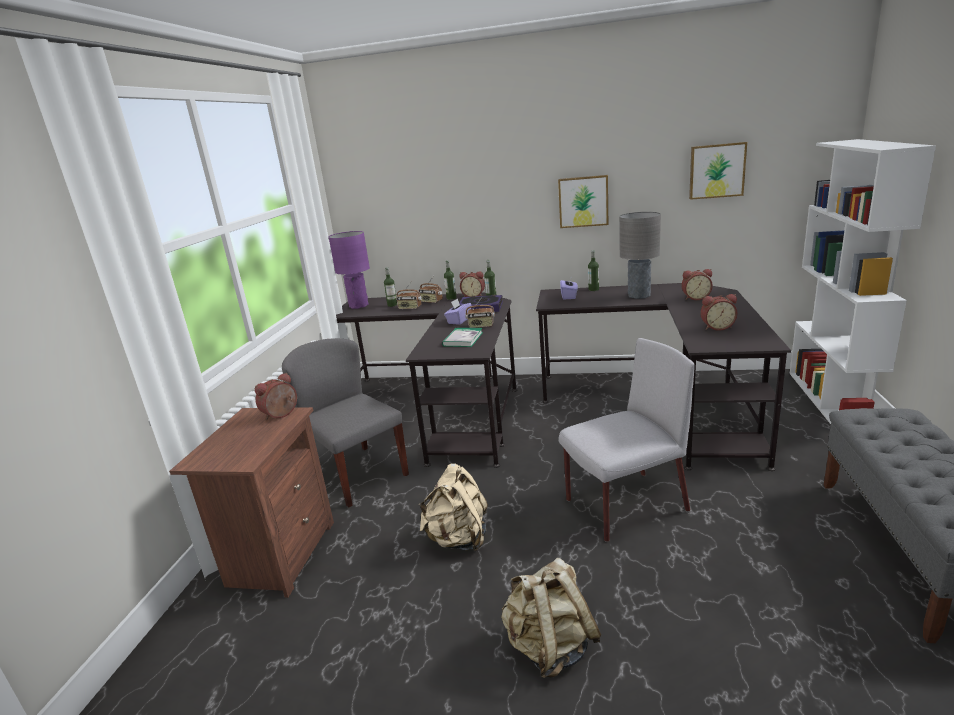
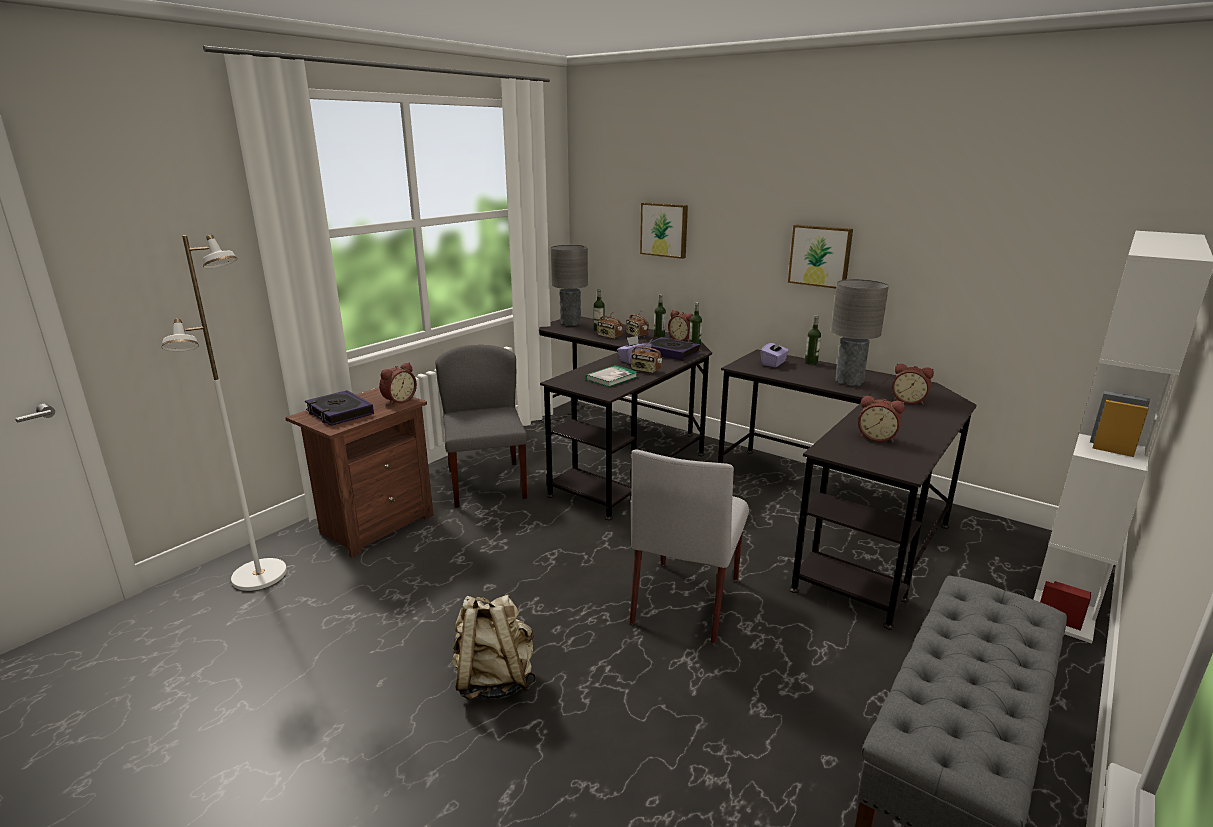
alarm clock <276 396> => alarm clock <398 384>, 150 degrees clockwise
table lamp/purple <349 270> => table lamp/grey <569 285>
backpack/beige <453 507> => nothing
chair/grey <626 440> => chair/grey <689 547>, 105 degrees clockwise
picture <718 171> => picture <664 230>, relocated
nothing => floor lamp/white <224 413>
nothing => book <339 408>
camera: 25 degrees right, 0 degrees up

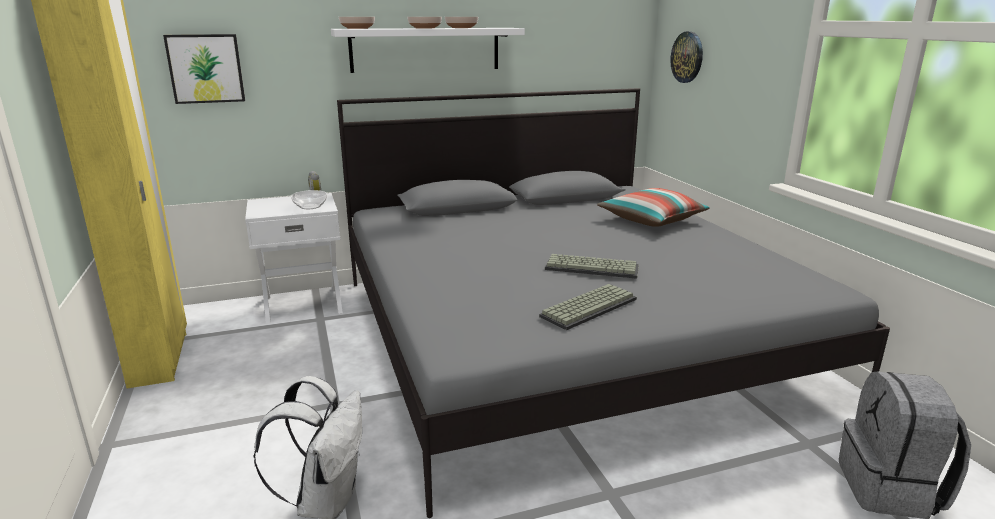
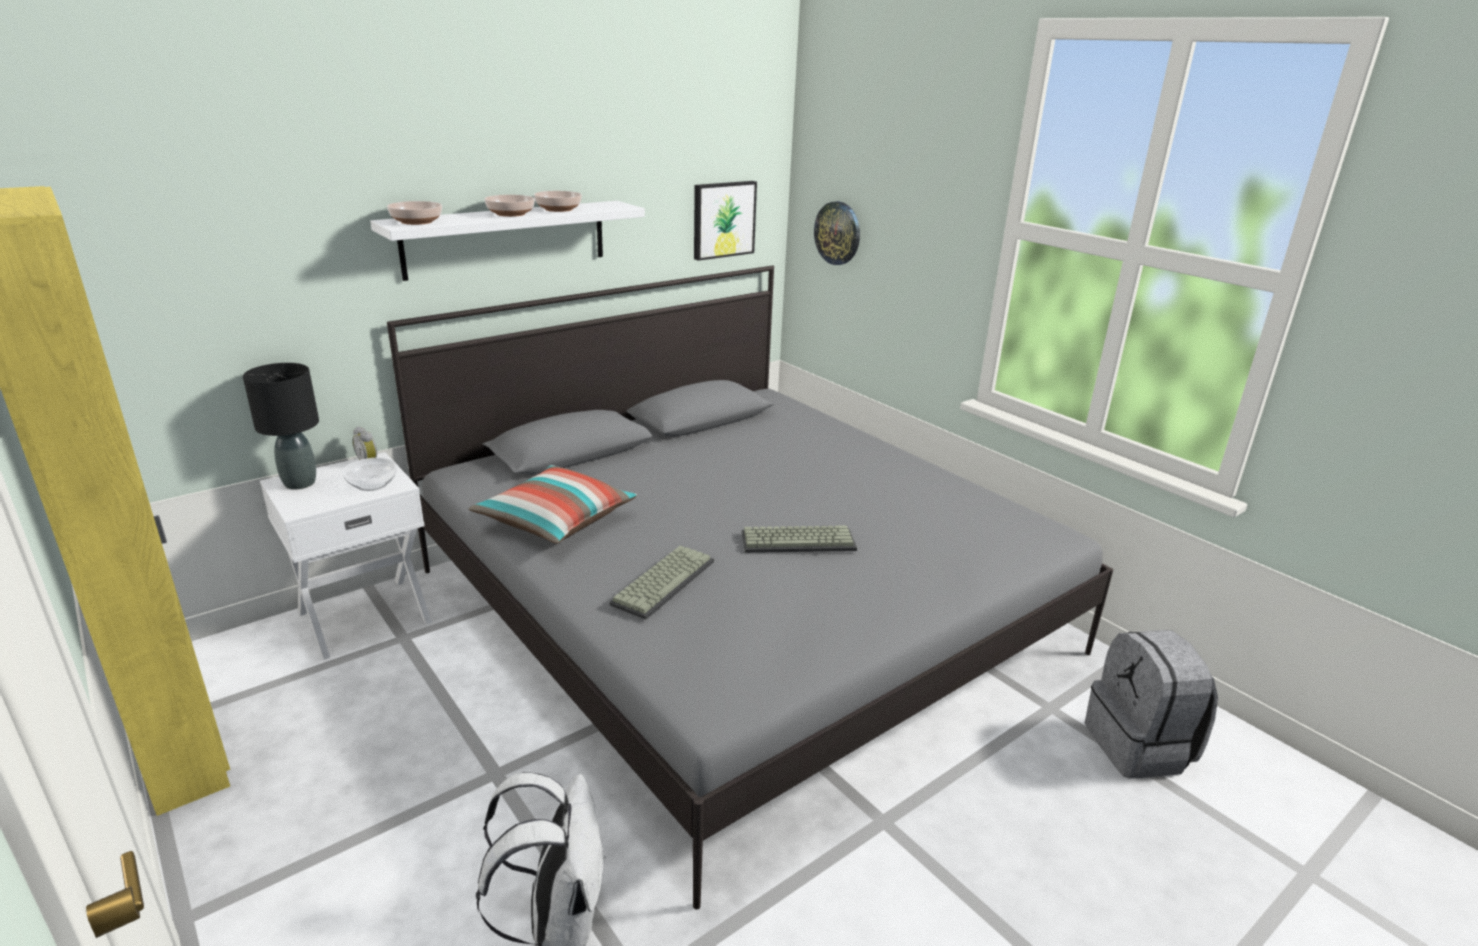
picture <204 69> => picture <725 221>, relocated
keyboard <588 307> => keyboard <662 582>, relocated
pillow <653 207> => pillow <553 504>, relocated
nothing => table lamp/black <281 426>
camera: 20 degrees left, 5 degrees up

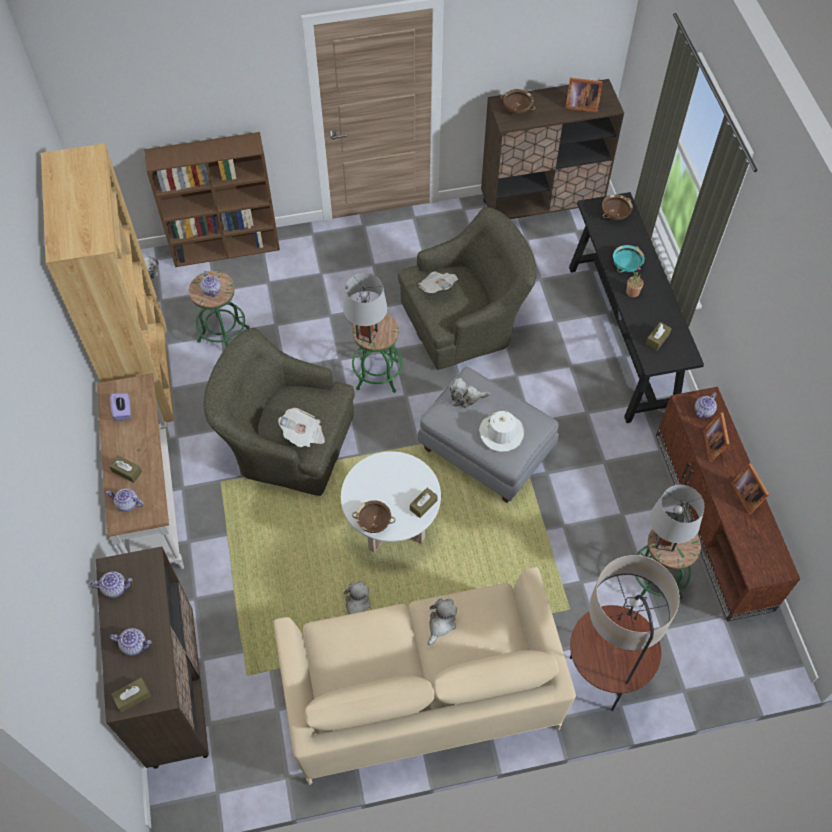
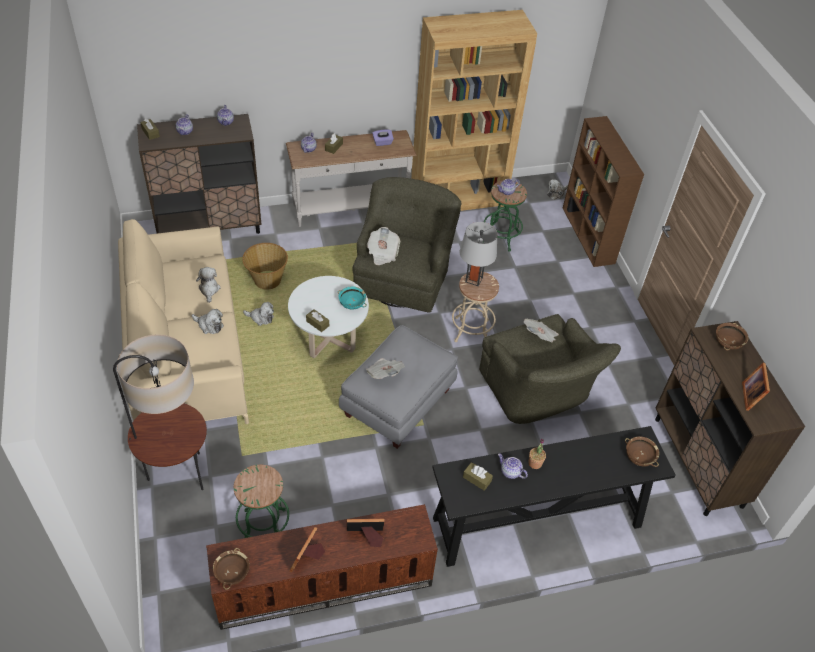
stool/green <377 353> => stool/beige <475 306>
bowl/brown <374 516> => bowl/brown <231 569>, relocated
plush toy <469 393> => plush toy <208 285>, relocated
hat/white <501 431> => newspaper <385 368>
bowl/turquoise <629 259> => bowl/turquoise <352 297>, relocated
table lamp/grey <677 518> => nothing
teapot <706 405> => teapot <513 466>, relocated
picture frame <750 489> => picture frame <307 550>, 45 degrees counterclockwise
nothing => basket <265 266>
camera: 85 degrees right, 10 degrees down

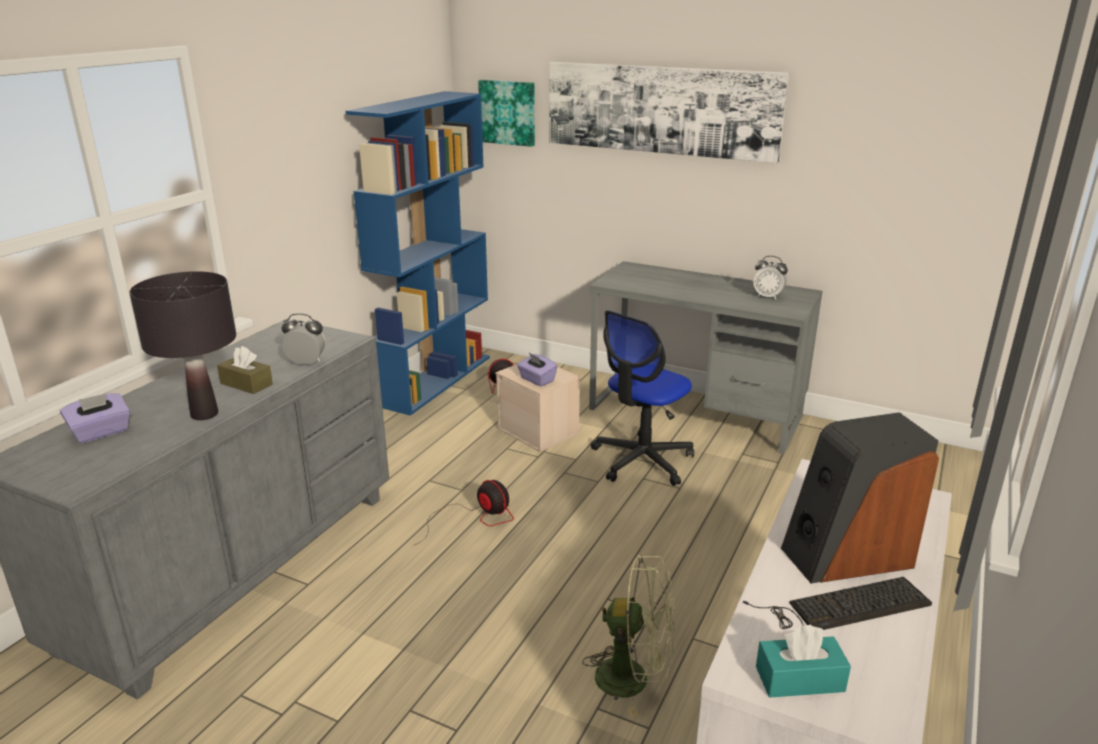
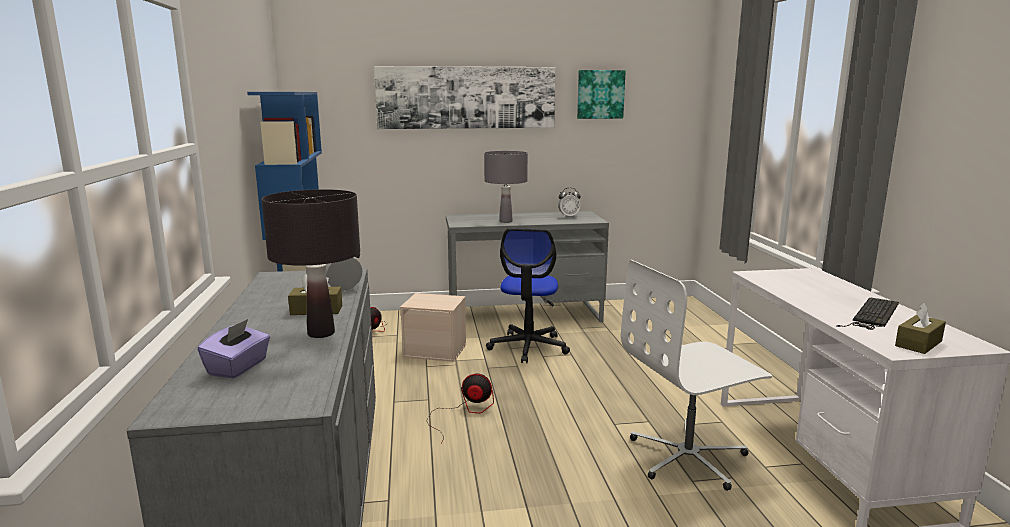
picture <506 113> => picture <601 94>, relocated
tissue box/purple <537 369> => nothing
fan/green <628 636> => office chair/white <696 375>
tissue box/turquoise <803 661> => tissue box/brown <920 328>
speaker <860 498> => nothing
nothing => table lamp/grey <506 187>
camera: 35 degrees left, 10 degrees down

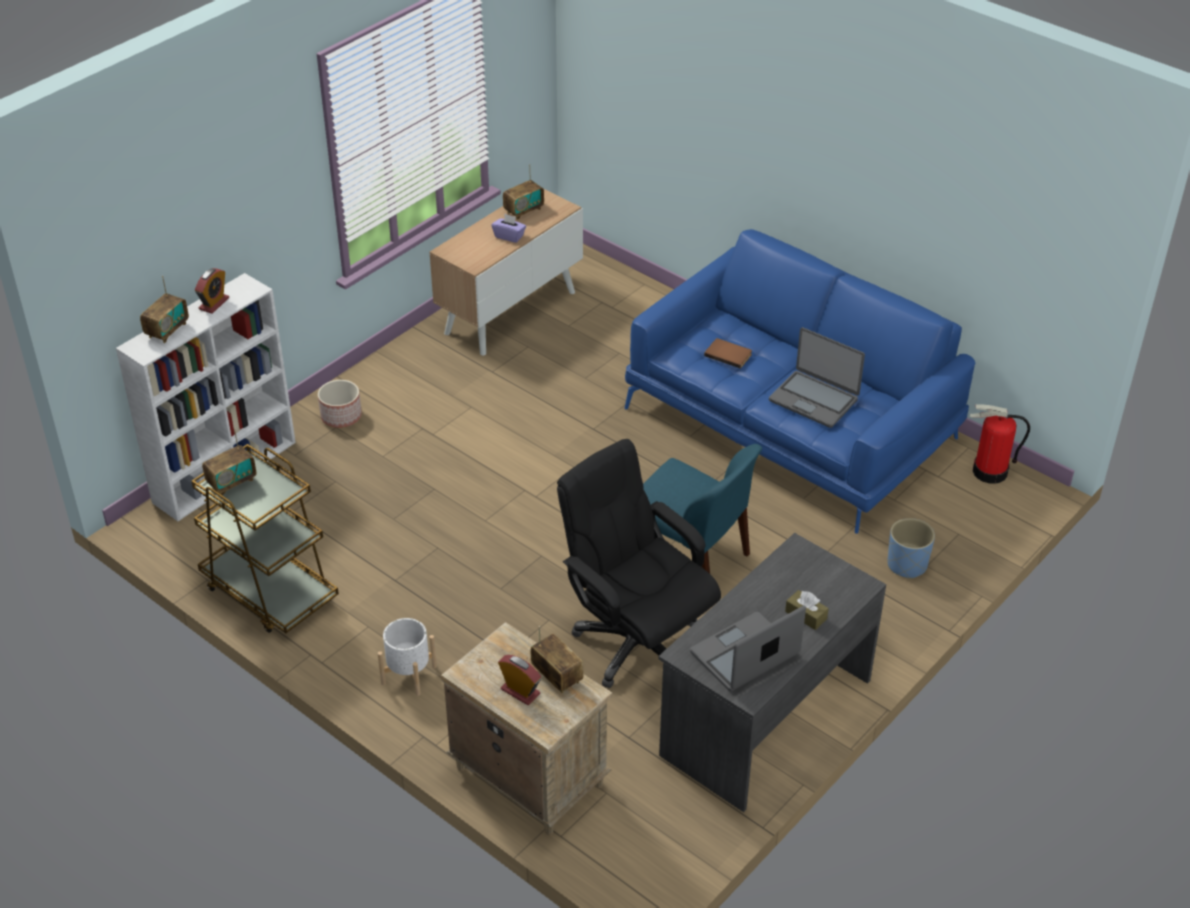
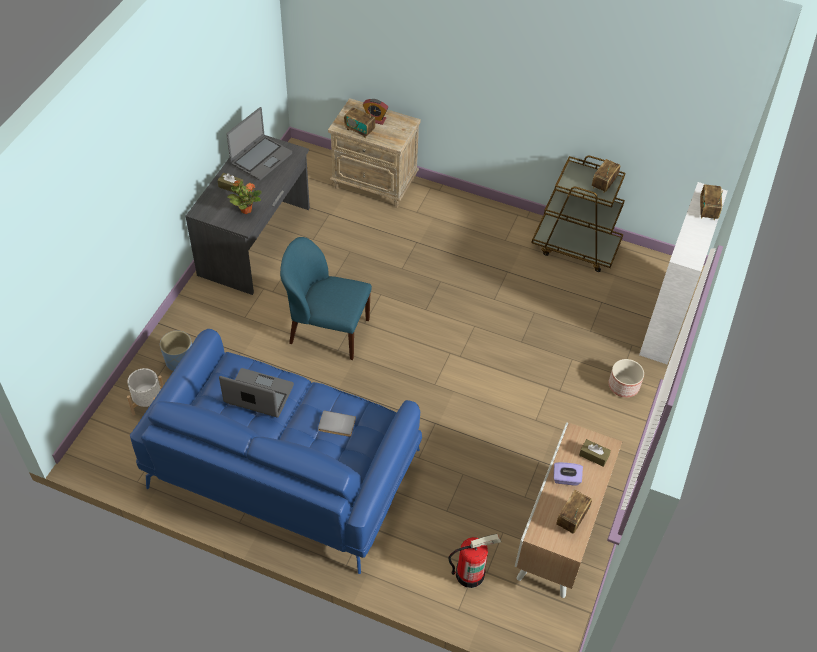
alarm clock <212 291> => nothing
planter/white <407 657> => planter/white <145 392>, relocated
office chair/black <639 563> => nothing
book/brown <728 353> => book/grey <337 423>
fire extinguisher <1000 444> => fire extinguisher <474 561>, relocated
nothing => potted plant <244 197>
nothing => tissue box/brown <595 453>
camera: 160 degrees right, 10 degrees up

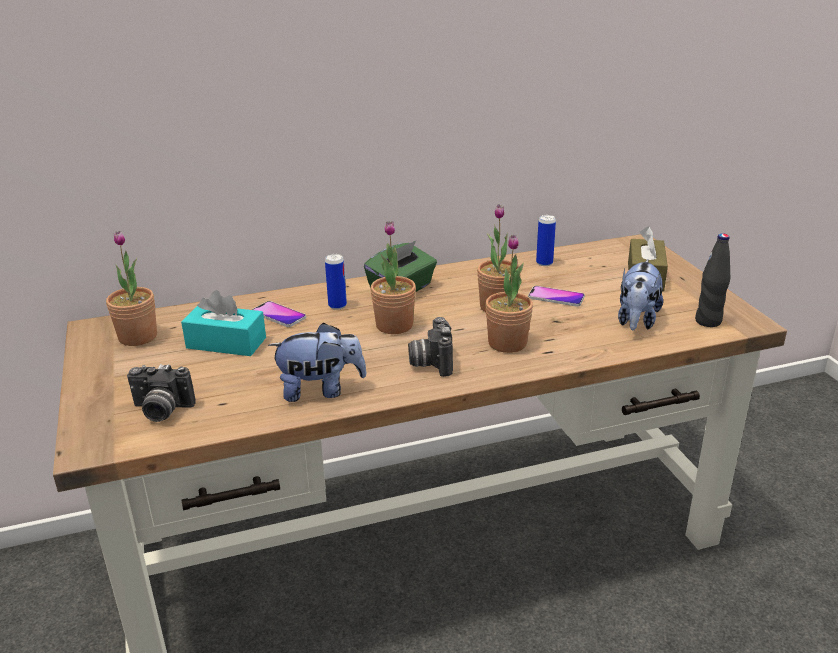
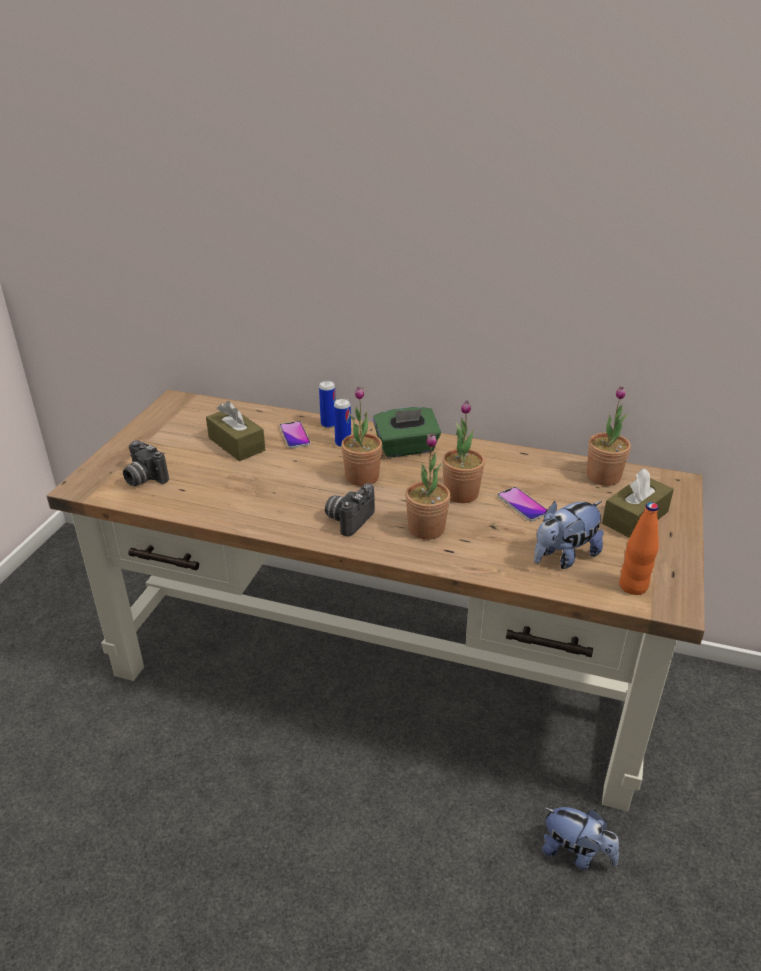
potted plant <131 288> => potted plant <609 436>, relocated
tissue box/turquoise <223 323> => tissue box/brown <235 431>
plush toy <317 362> => plush toy <580 838>, relocated
can <546 240> => can <327 404>, relocated
bottle/black <712 280> => bottle/orange <639 548>
camera: 35 degrees right, 5 degrees up

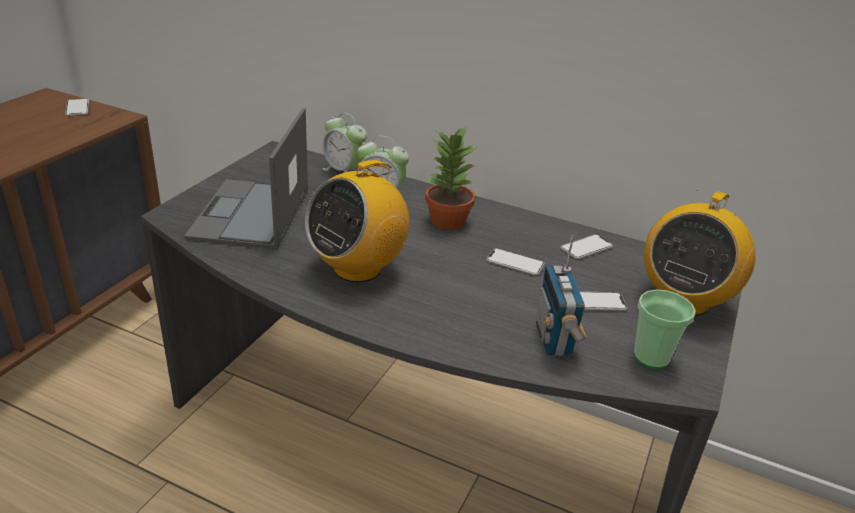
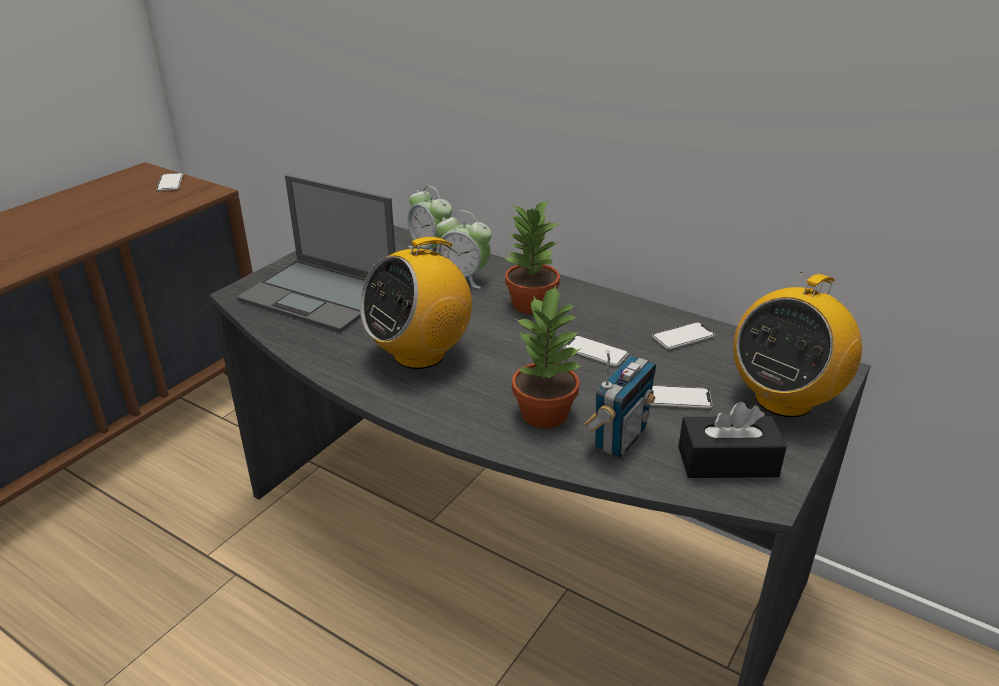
laptop <246 178> => laptop <316 254>, 75 degrees counterclockwise
radio <561 295> => radio <620 403>, 150 degrees counterclockwise
cup <665 329> => tissue box/black <732 440>
nothing => potted plant <547 356>
camera: 10 degrees right, 0 degrees up

